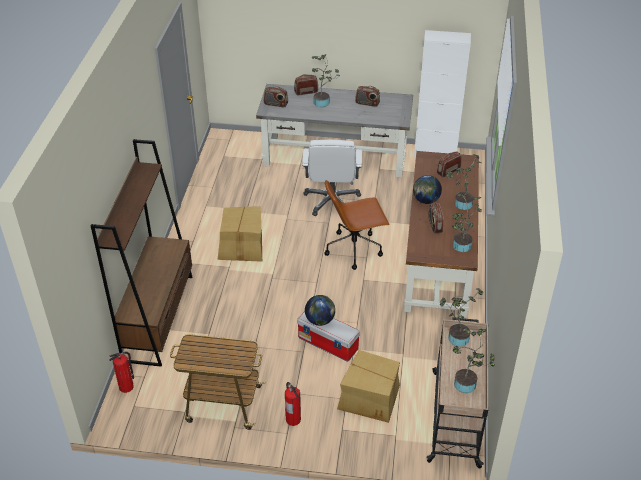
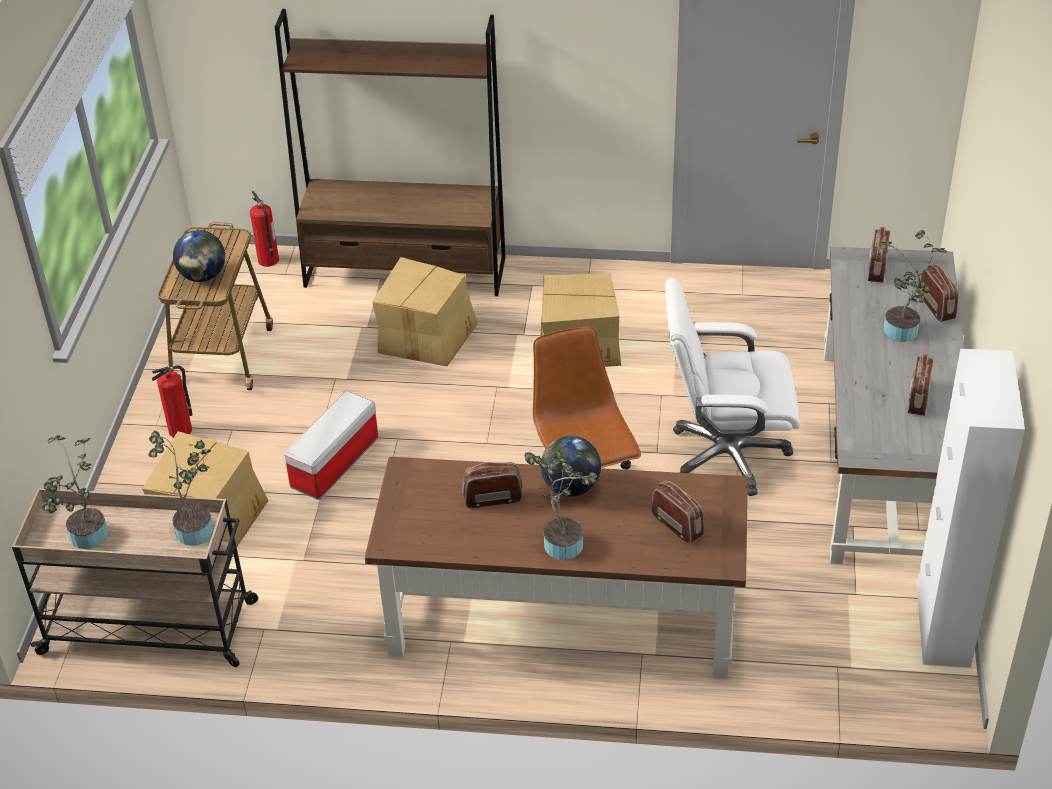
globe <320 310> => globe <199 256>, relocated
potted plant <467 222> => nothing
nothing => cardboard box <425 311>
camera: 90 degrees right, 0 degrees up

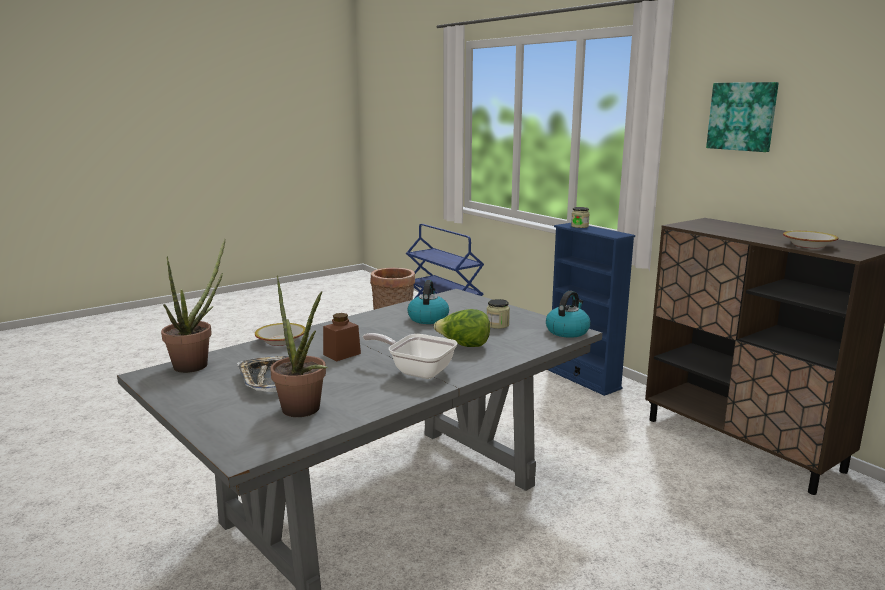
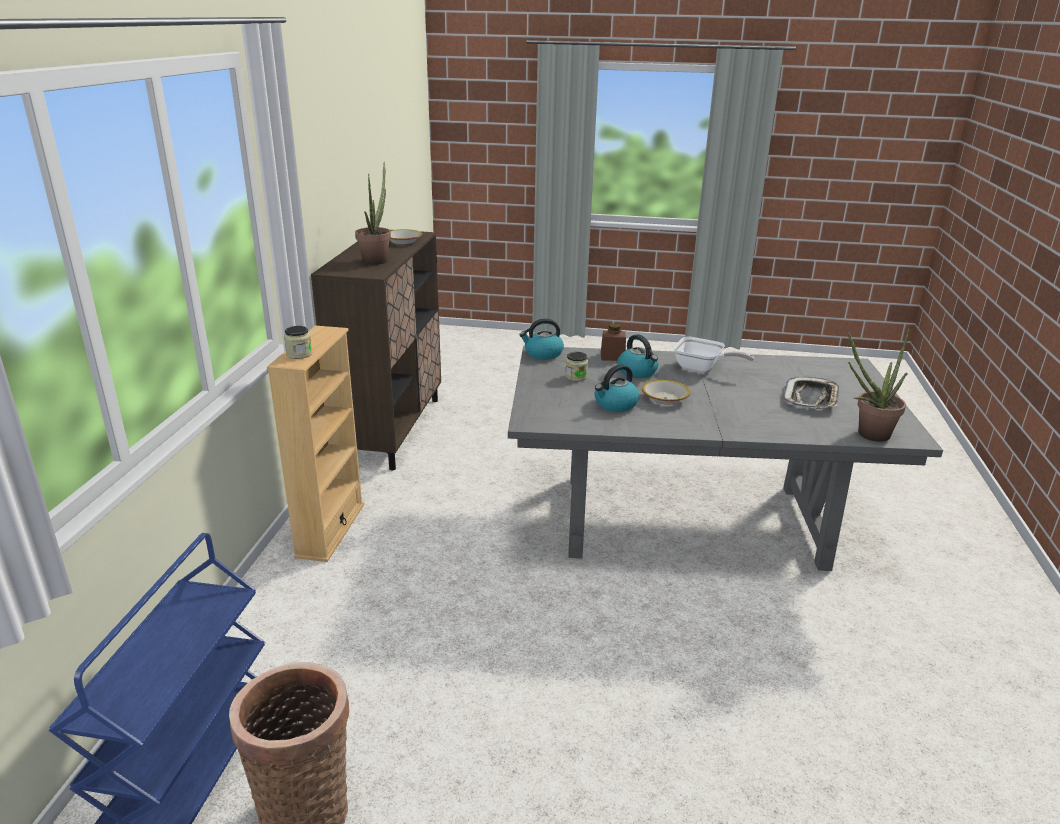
bowl <280 334> => bowl <666 392>, relocated
potted plant <299 346> => potted plant <373 213>, relocated
jar/brown <342 337> => jar/brown <613 342>, relocated
frying pan <410 356> => frying pan <714 354>, 45 degrees counterclockwise
lettuce <462 328> => kettle <638 356>
bookcase/blue <591 309> => bookcase/beige <316 444>
picture <742 117> => nothing
camera: 135 degrees left, 10 degrees up

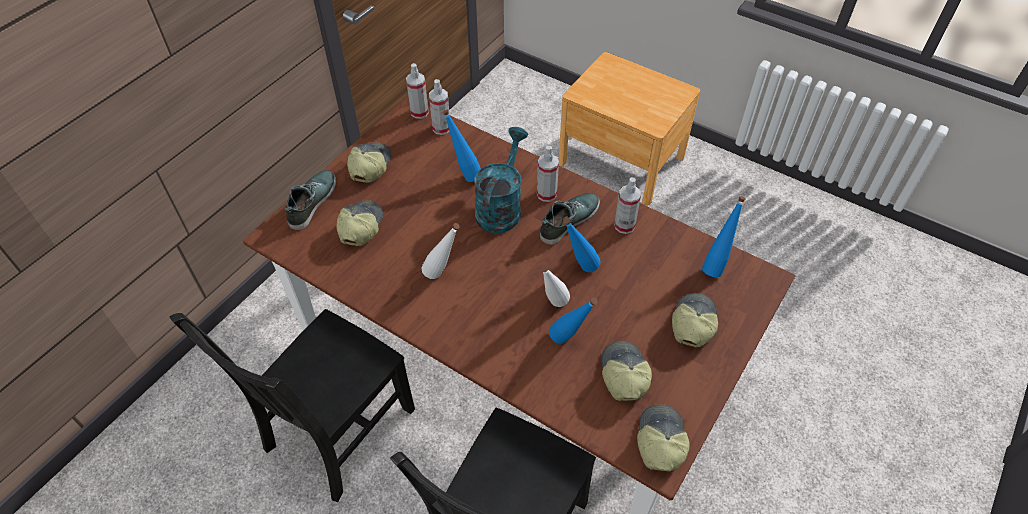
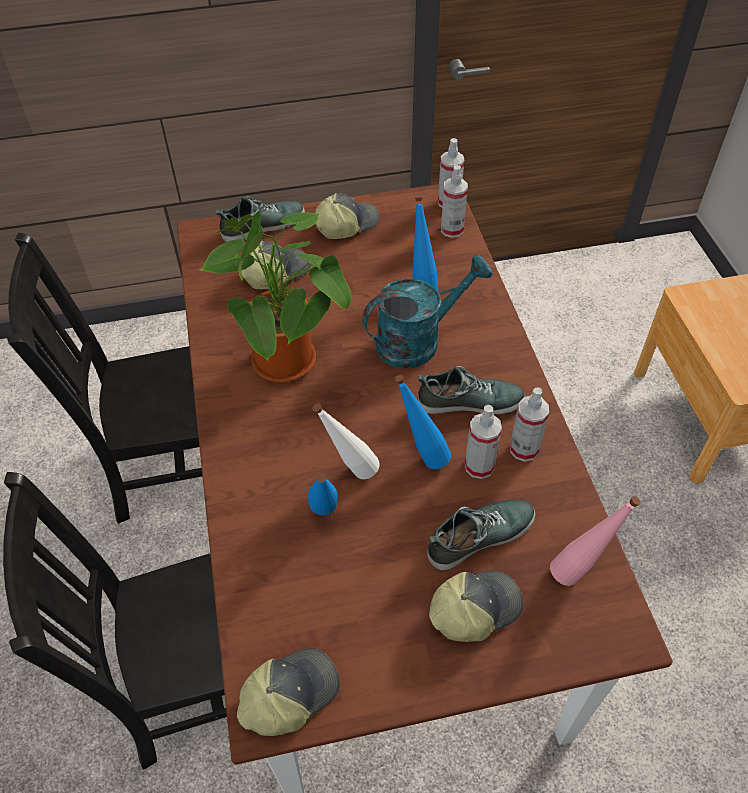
bottle/white <441 251> => potted plant <276 297>
spray bottle <548 174> => spray bottle <483 442>, relocated
cap <627 371> => nothing
bottle/blue <724 236> => bottle/pink <595 541>
nothing => shoe <481 535>
camera: 45 degrees right, 0 degrees up

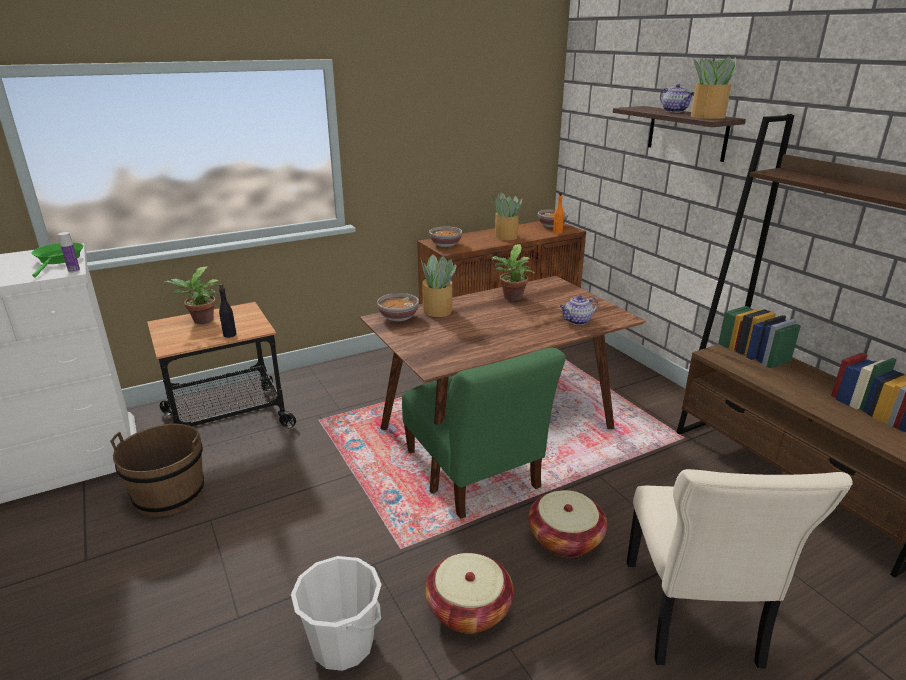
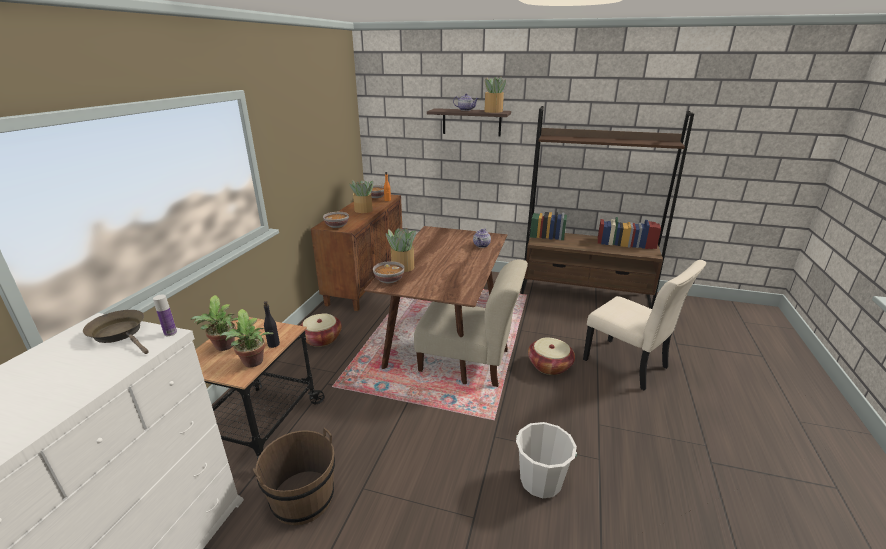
frying pan/green <57 260> => frying pan/brown <116 332>
chair/green <484 433> => chair/beige <471 323>
basket <469 593> => basket <321 330>, relocated
potted plant <513 272> => potted plant <247 338>, relocated
camera: 45 degrees left, 0 degrees up

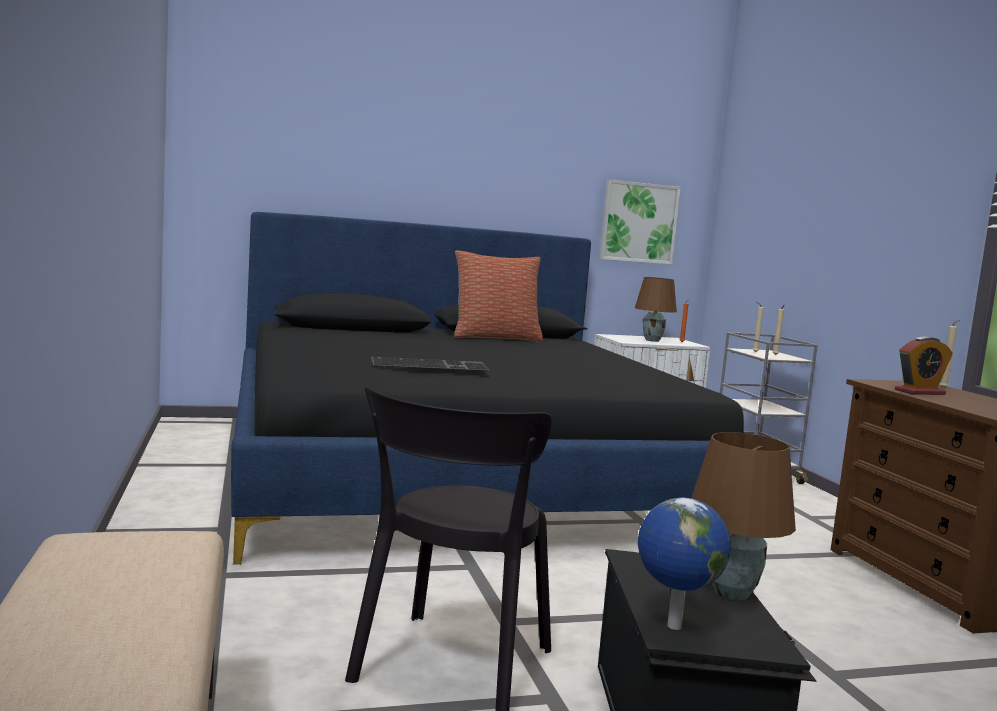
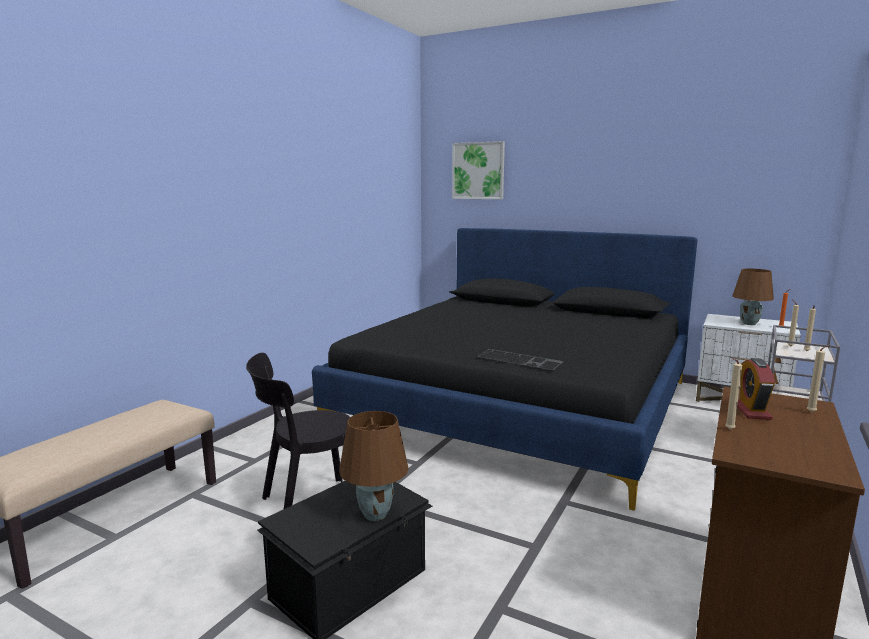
keyboard <430 364> => keyboard <520 359>, relocated
pillow <498 296> => nothing
picture <640 222> => picture <478 170>, relocated
globe <684 564> => nothing
alarm clock <924 365> => alarm clock <756 389>, 75 degrees clockwise
nothing => candle/beige <733 393>
camera: 45 degrees right, 5 degrees up

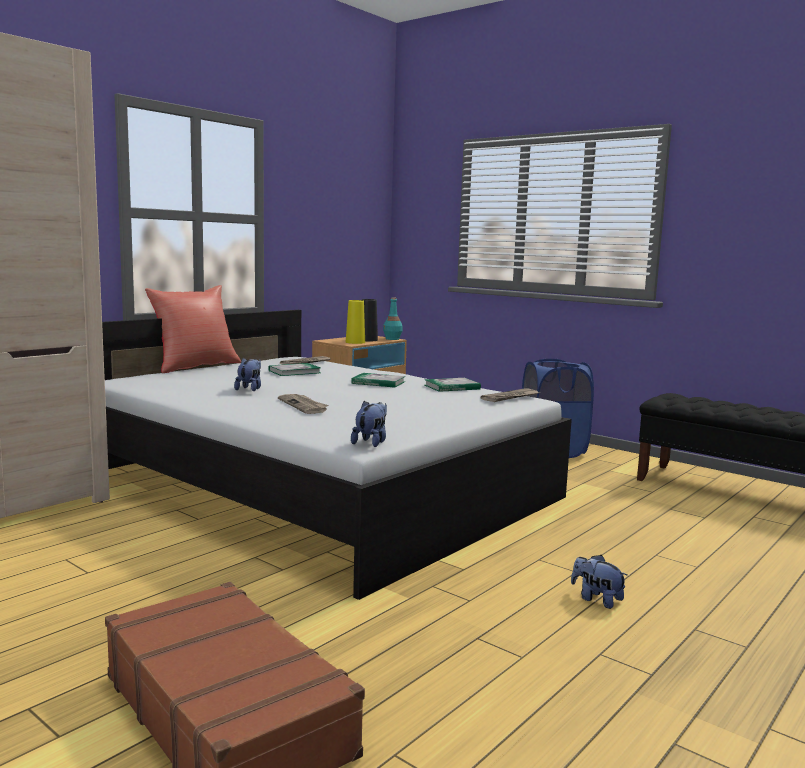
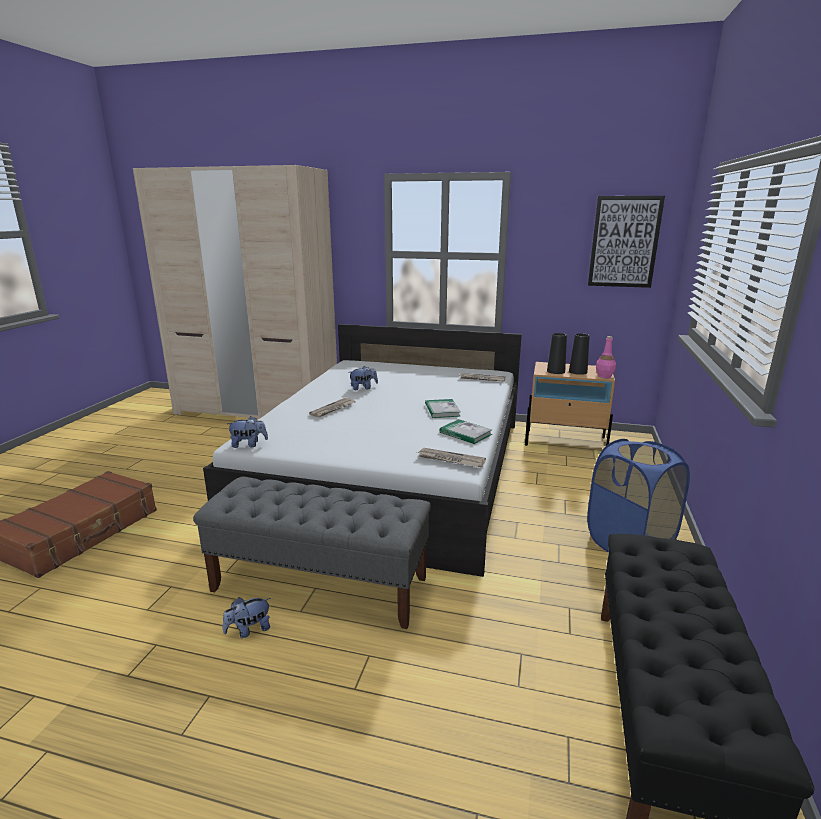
pillow/red <193 329> => nothing
book <294 369> => nothing
vase/yellow <355 322> => vase/black <557 353>
bottle/turquoise <393 318> => bottle/pink <606 357>
plush toy <599 582> => plush toy <246 617>, 135 degrees counterclockwise
nothing => bench/grey <312 553>
nothing => picture <626 242>
camera: 65 degrees right, 10 degrees up

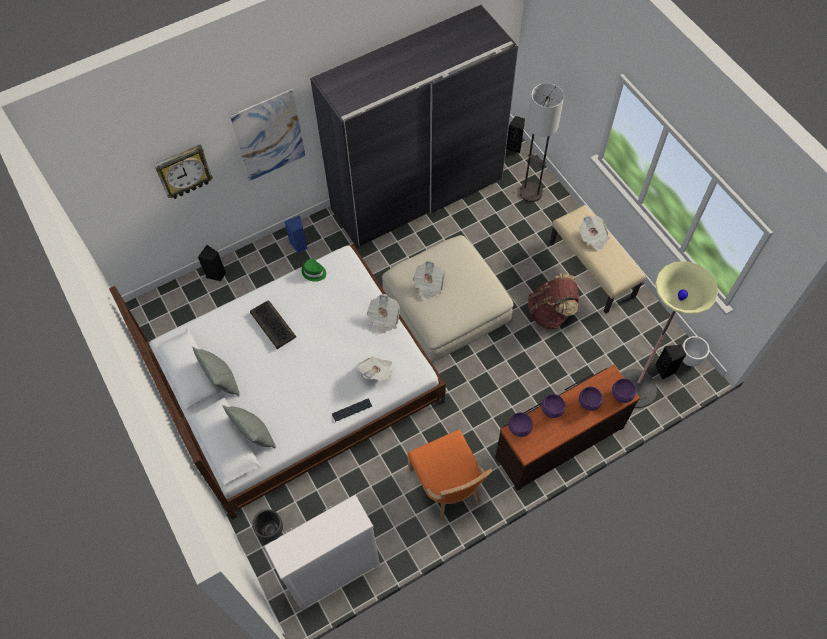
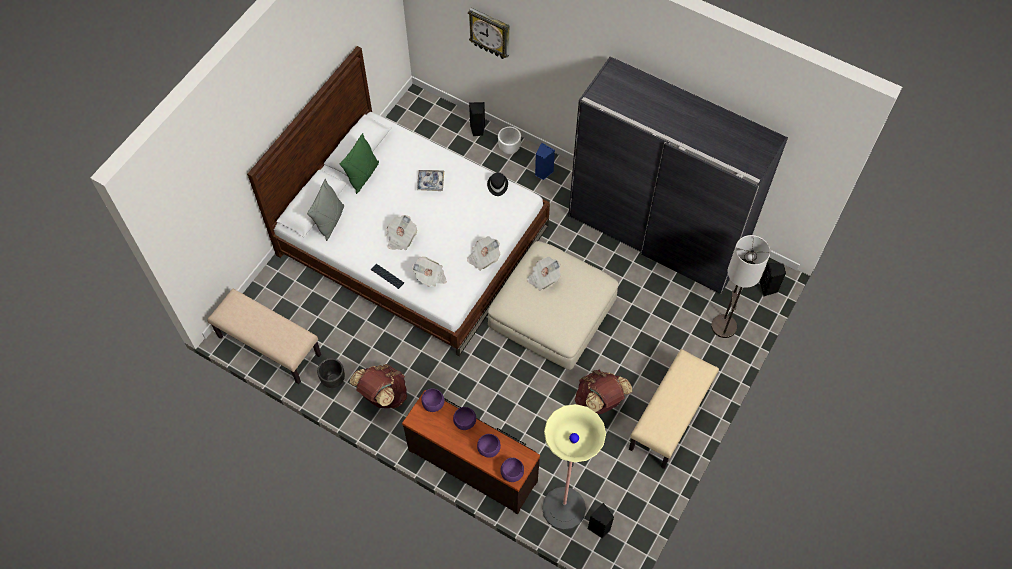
pillow/grey <216 371> => pillow/green <359 163>
picture <267 135> => nothing
keyboard <273 324> => tray <430 180>
planter/black <267 525> => planter/black <331 373>, relocated
dresser/white <322 553> => bench/beige <264 336>
hat/green <314 270> => hat/black <497 184>
chair/orange <450 475> => backpack/brown <378 386>
newspaper <594 233> => newspaper <401 232>, relocated
planter/white <695 351> => planter/white <509 140>, relocated
camera: 60 degrees right, 0 degrees up

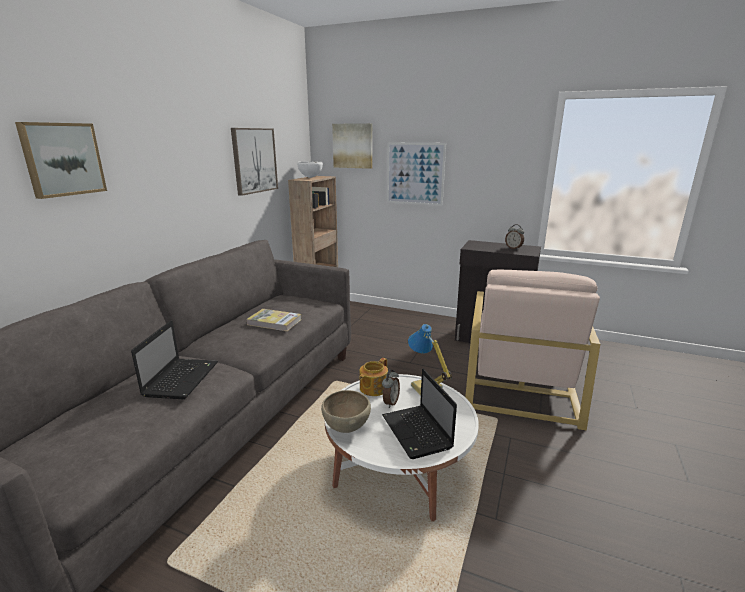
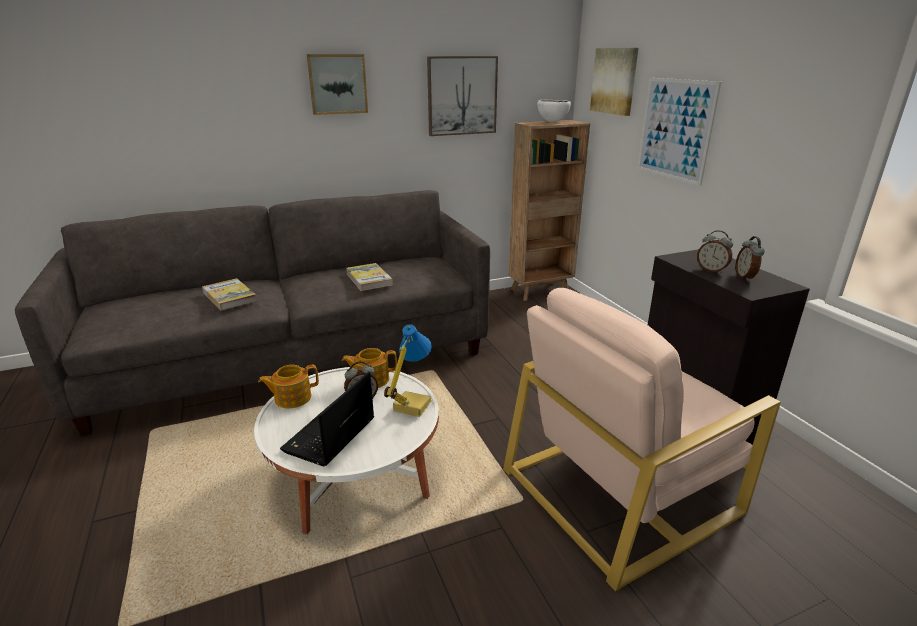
picture <61 160> => picture <337 84>, relocated
laptop <174 359> => book <229 294>
bowl/brown <346 411> => teapot <288 386>
nothing => alarm clock <715 251>
camera: 45 degrees right, 5 degrees up

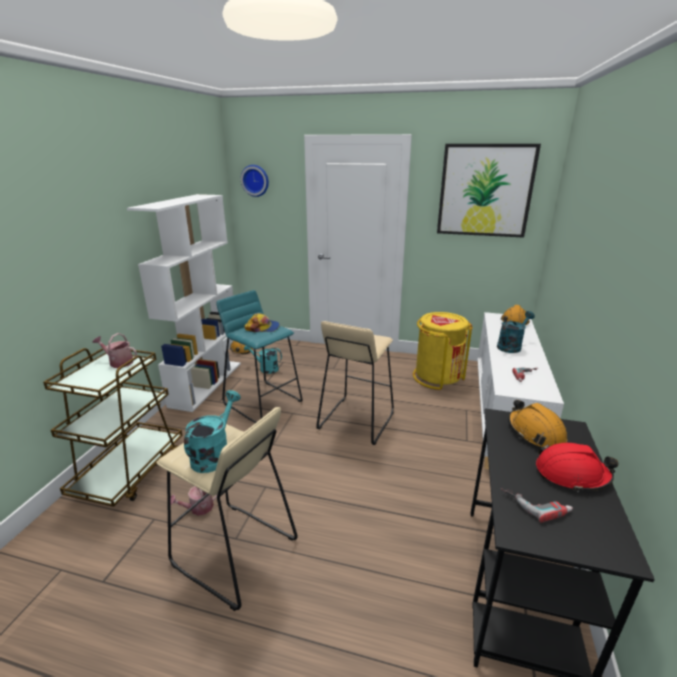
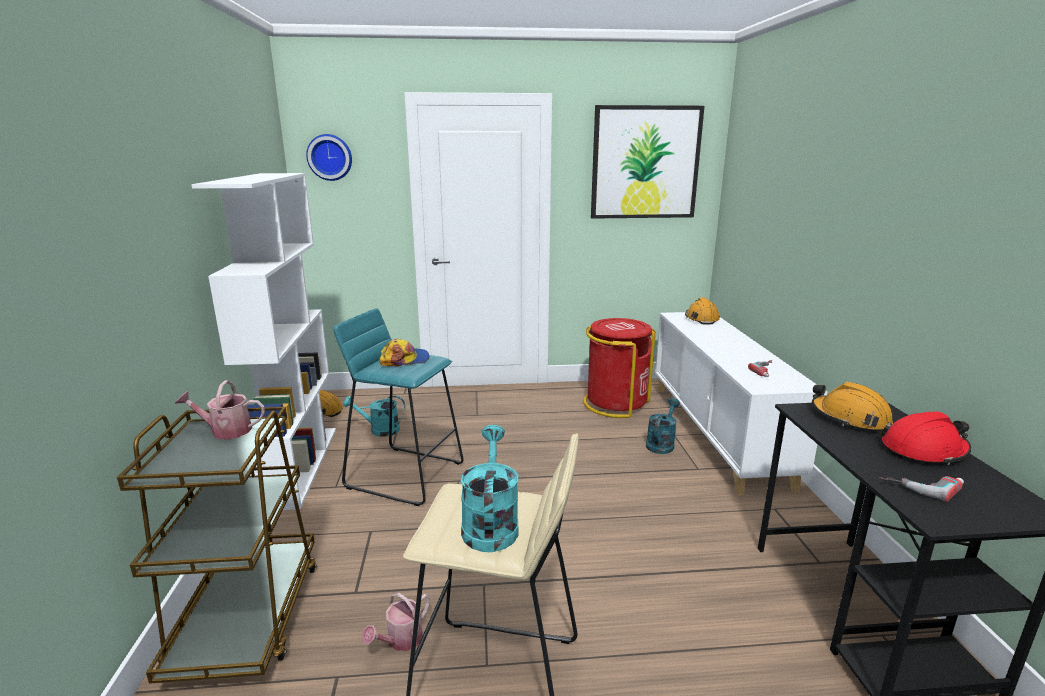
stool/beige <355 383> => nothing
trash can/yellow <443 351> => trash can/red <619 368>
watering can/turquoise <516 332> => watering can/turquoise <663 426>, relocated
camera: 20 degrees left, 5 degrees down

